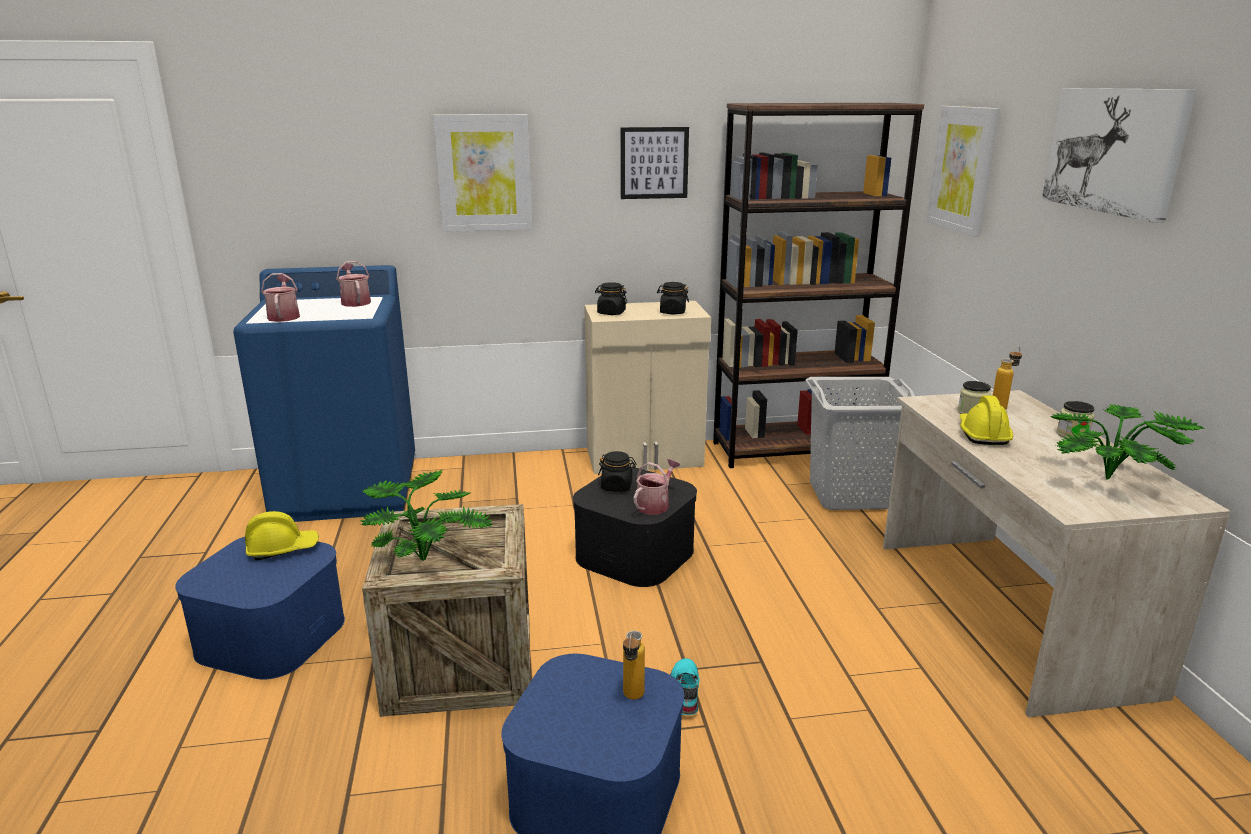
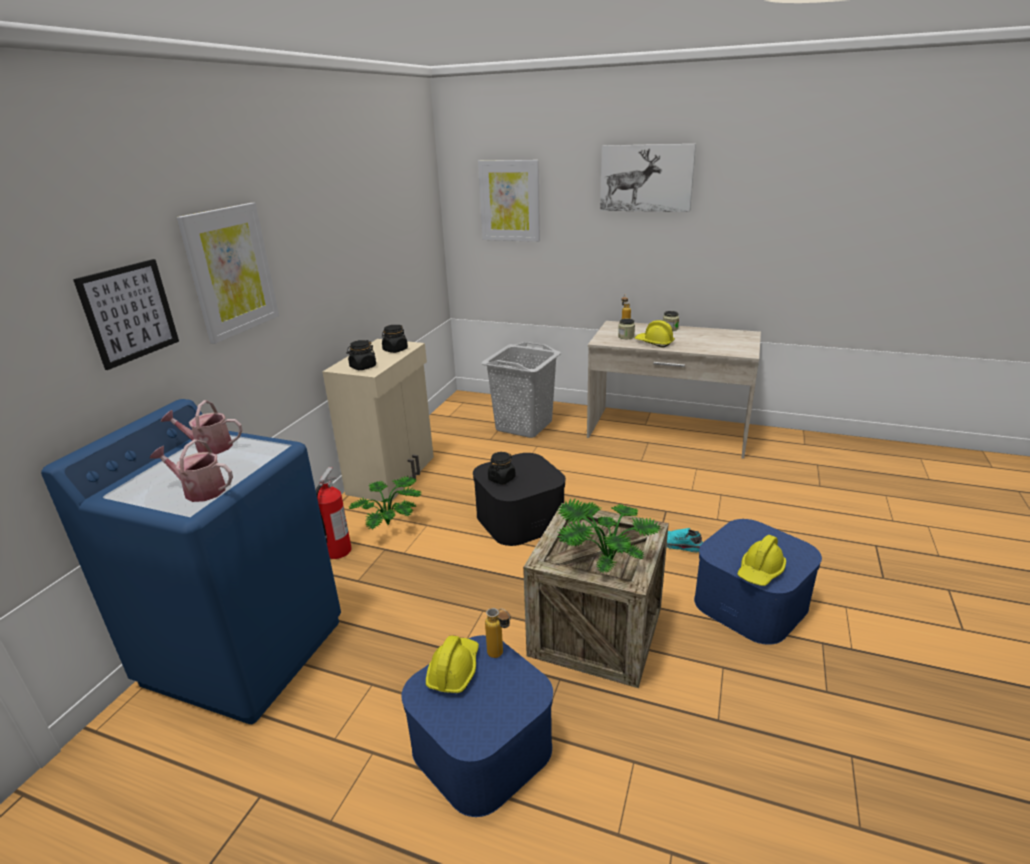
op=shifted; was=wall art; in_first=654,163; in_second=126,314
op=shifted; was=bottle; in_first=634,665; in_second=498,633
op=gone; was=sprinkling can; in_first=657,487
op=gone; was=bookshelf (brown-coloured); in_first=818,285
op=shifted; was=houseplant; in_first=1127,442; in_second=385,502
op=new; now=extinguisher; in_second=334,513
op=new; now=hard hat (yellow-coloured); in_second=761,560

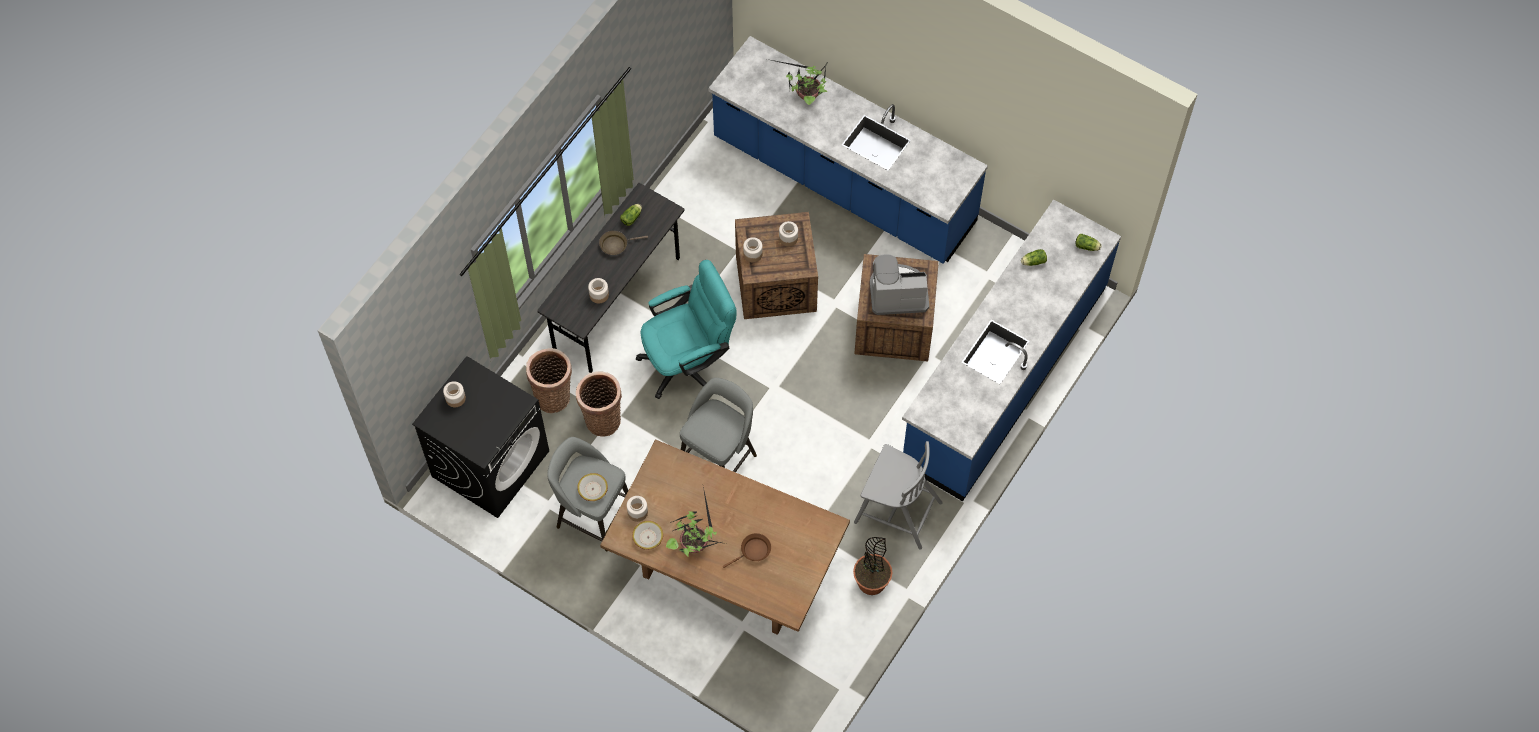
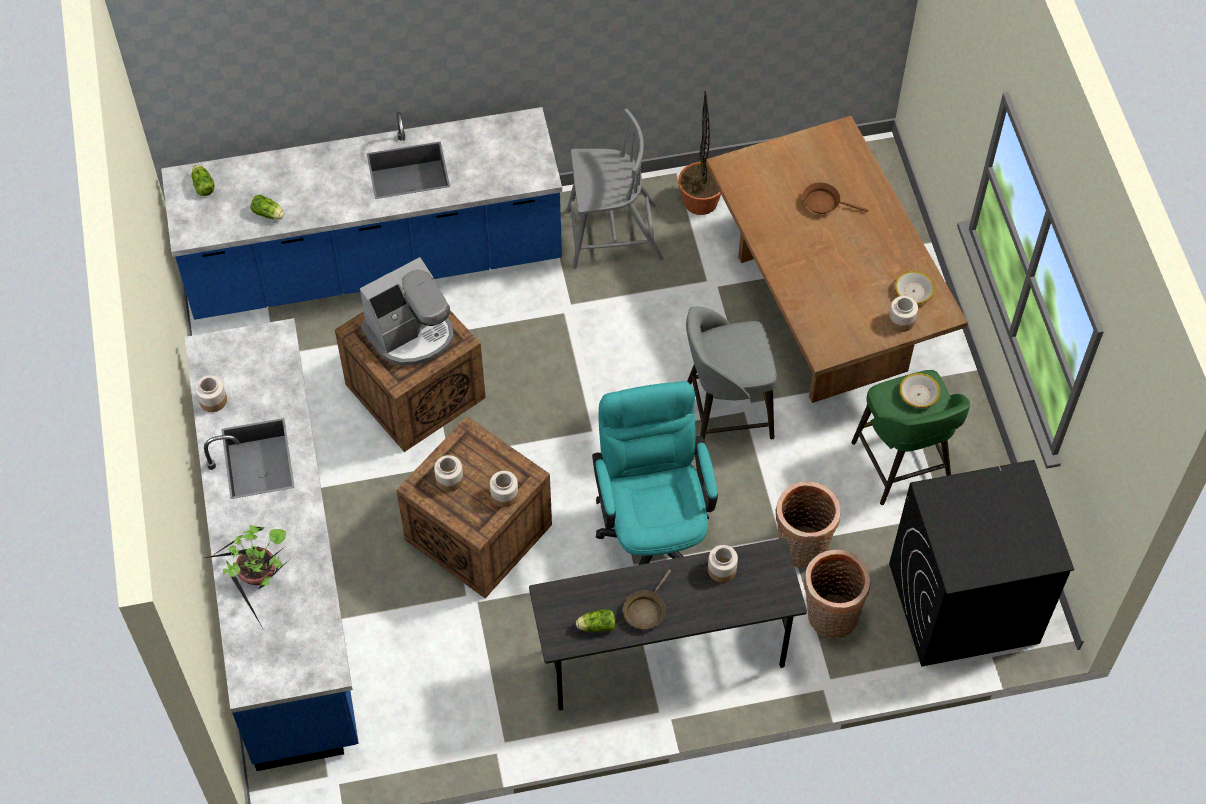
op=shifted; was=jar; in_first=454,394; in_second=211,393
op=repainted; was=stool (gray); now=stool (green); in_first=588,494; in_second=910,437
op=rotated; was=frying pan (brown-coloured); in_first=623,243; in_second=647,599; clockwise=90
op=rotated; was=office chair (turquoise-coloured); in_first=686,329; in_second=655,473; clockwise=60
op=gone; was=houseplant; in_first=696,522
op=rotated; was=plain chair (gray); in_first=898,495; in_second=615,189; clockwise=105
op=rotated; was=coffee machine; in_first=899,284; in_second=407,311; clockwise=-75

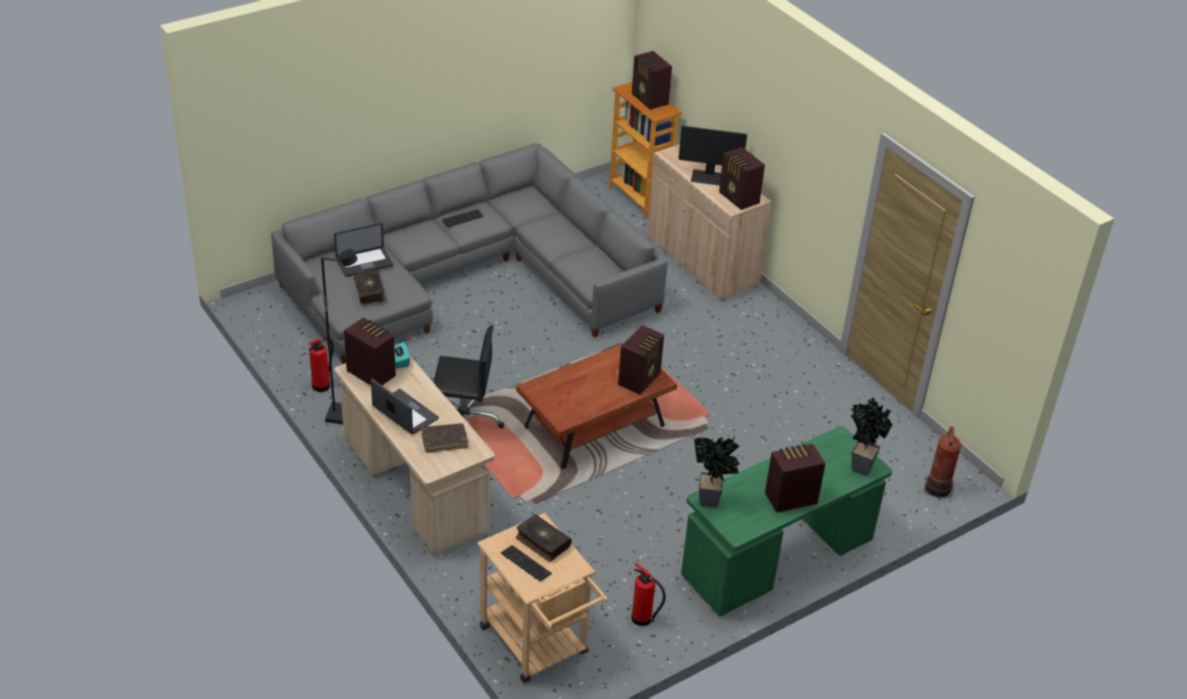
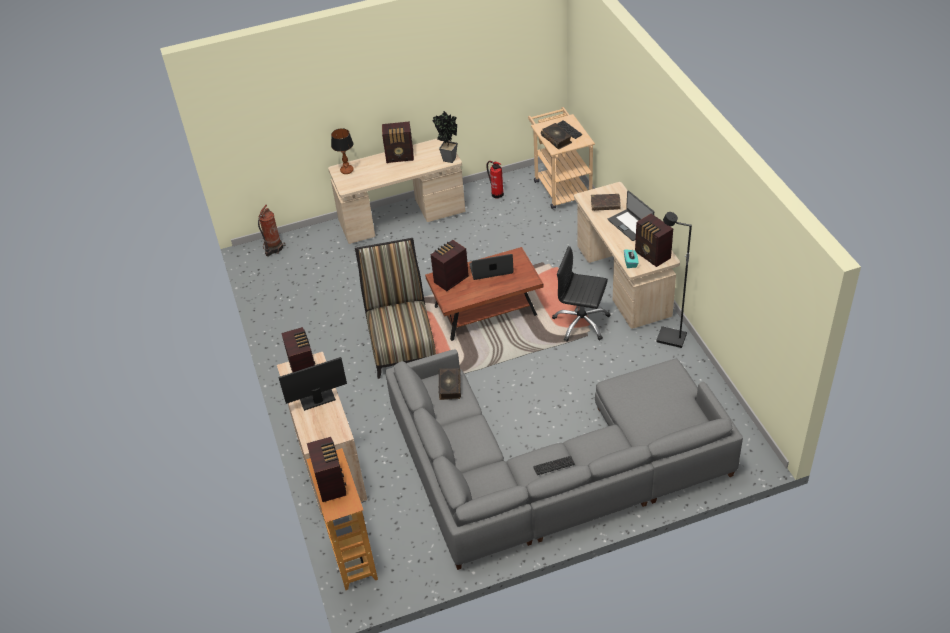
op=gone; was=extinguisher; in_first=321,364
op=shifted; was=portable computer; in_first=363,250; in_second=491,267
op=shifted; was=book; in_first=369,287; in_second=450,384
op=rotated; was=monitor; in_first=712,156; in_second=312,384; clockwise=-45
op=repainted; was=desk unit (green); now=desk unit (sand-coloured); in_first=786,521; in_second=396,191
op=swapped; was=houseplant; now=tabletop lamp; in_first=872,436; in_second=342,151
op=new; now=plain chair; in_second=395,308

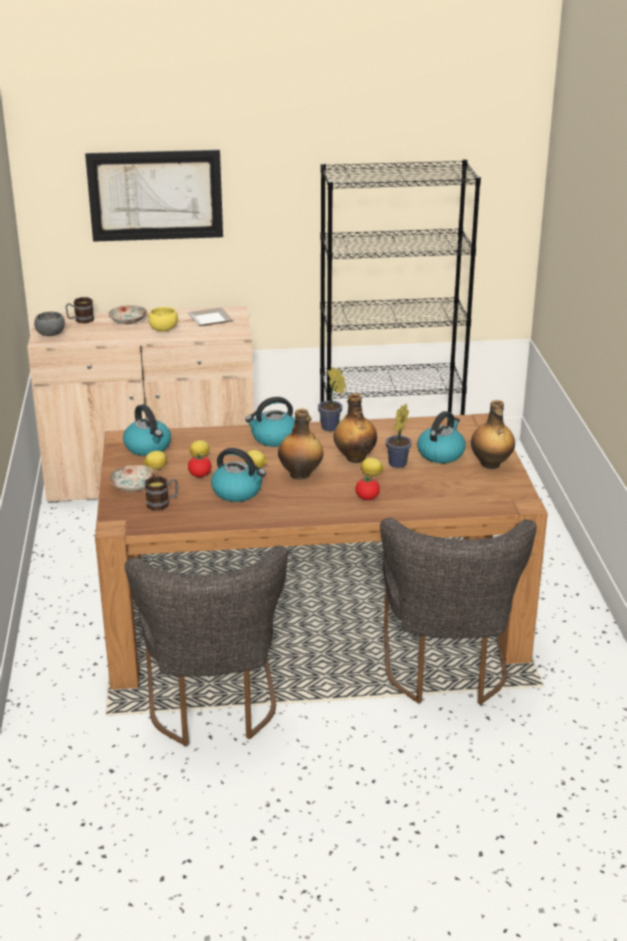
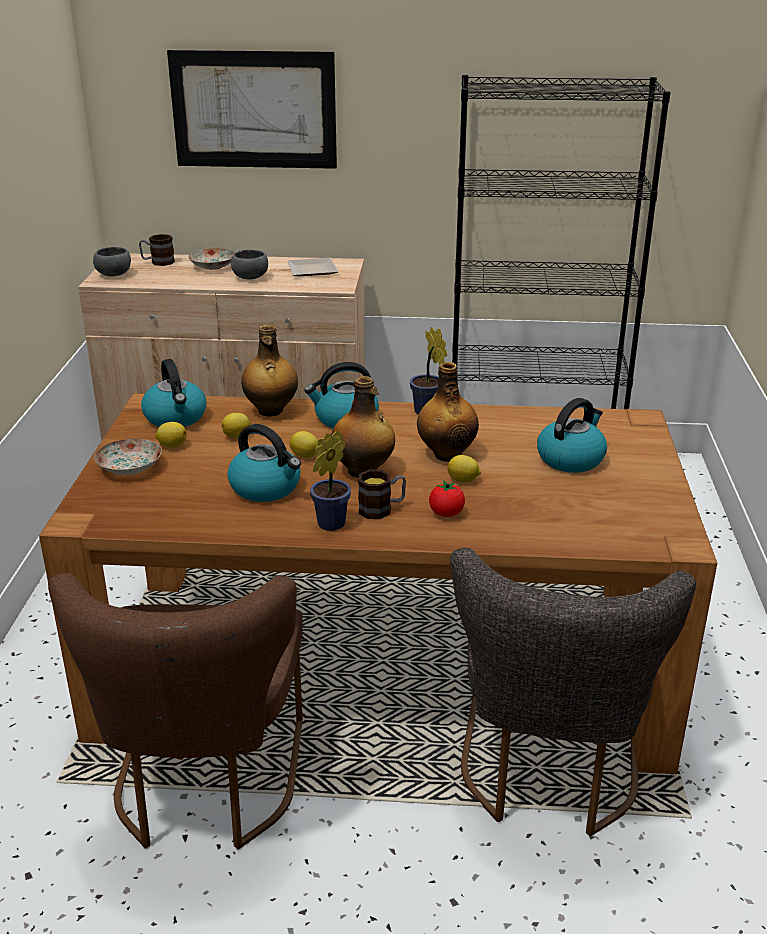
op=repainted; was=plain chair (gray); now=plain chair (brown-coloured); in_first=206,645; in_second=175,711
op=shifted; was=mug; in_first=161,493; in_second=382,494
op=repainted; was=serving bowl (yellow-coloured); now=serving bowl (gray); in_first=163,319; in_second=249,264
op=gone; was=tomato; in_first=199,465
op=shifted; was=houseplant; in_first=399,436; in_second=330,481
op=shifted; was=bottle; in_first=493,434; in_second=269,371

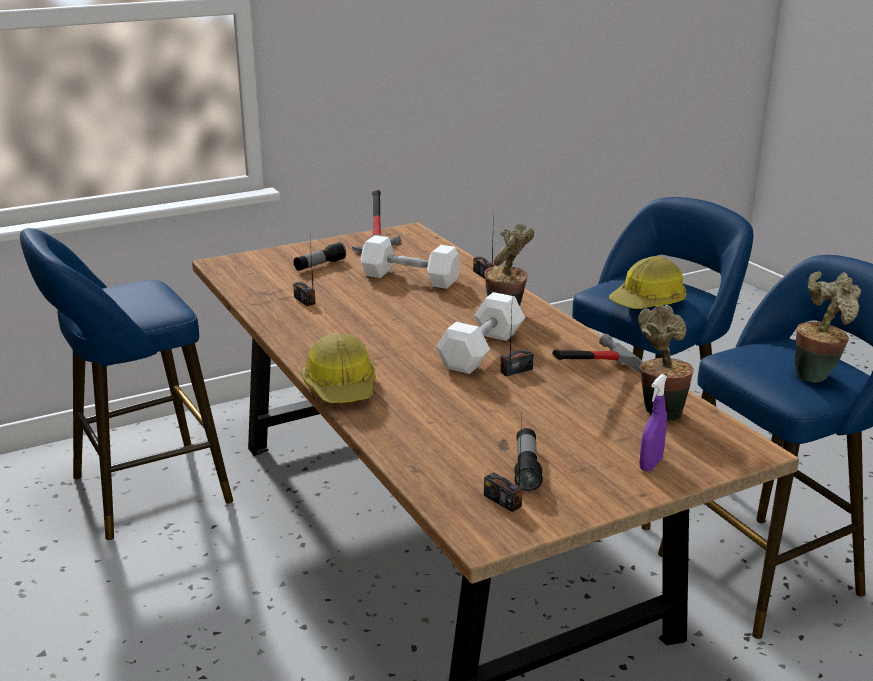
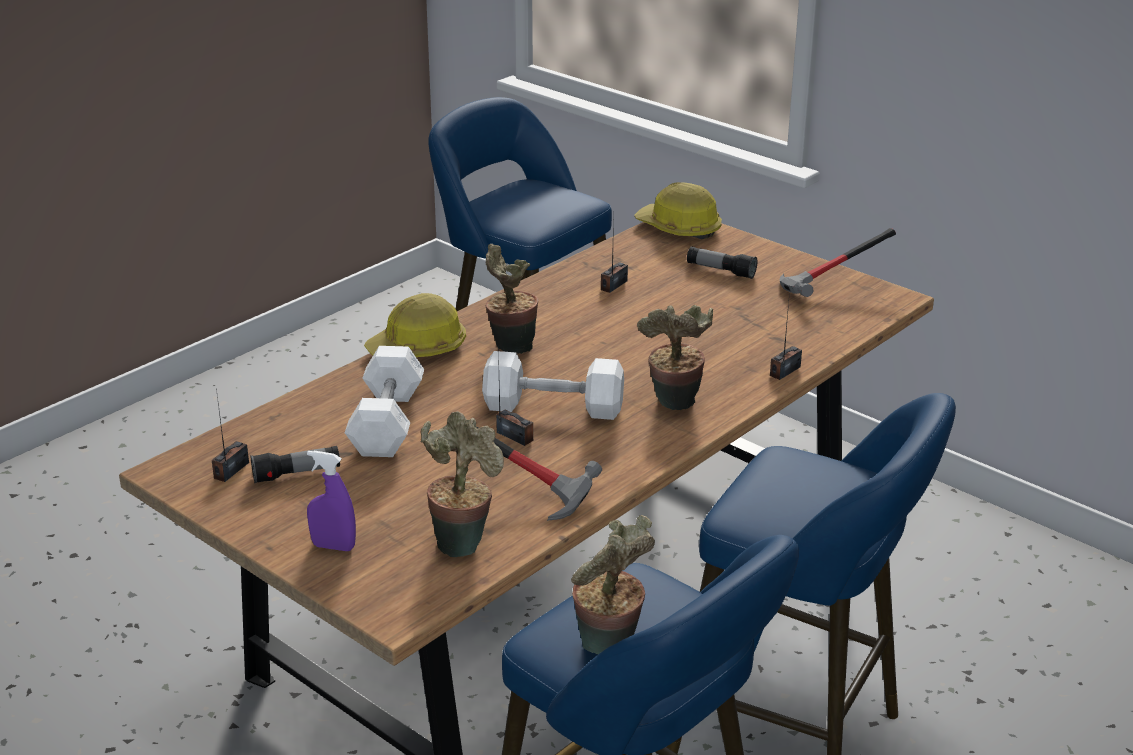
op=shifted; was=free weight (whitish); in_first=410,262; in_second=384,401
op=shifted; was=hard hat; in_first=648,282; in_second=678,210
op=new; now=houseplant; in_second=512,299

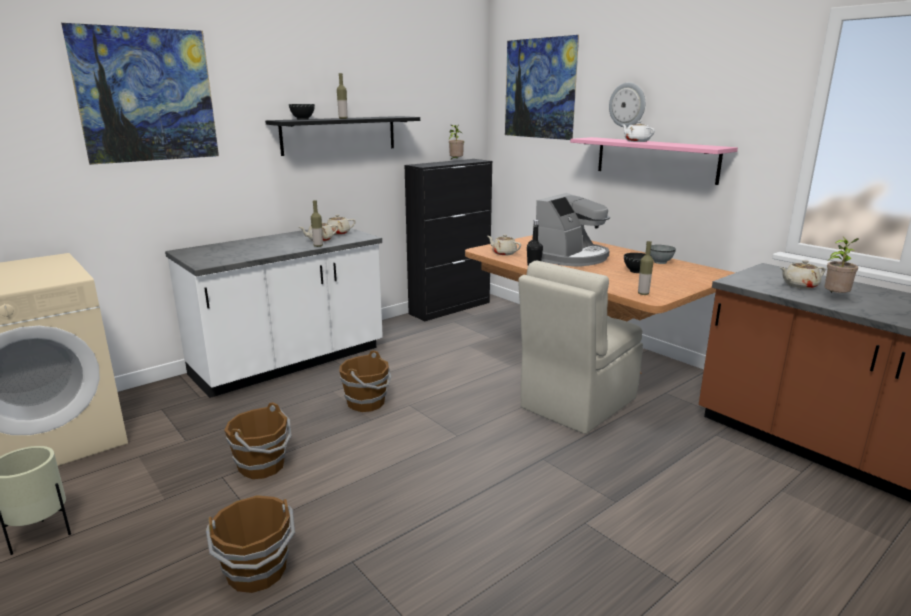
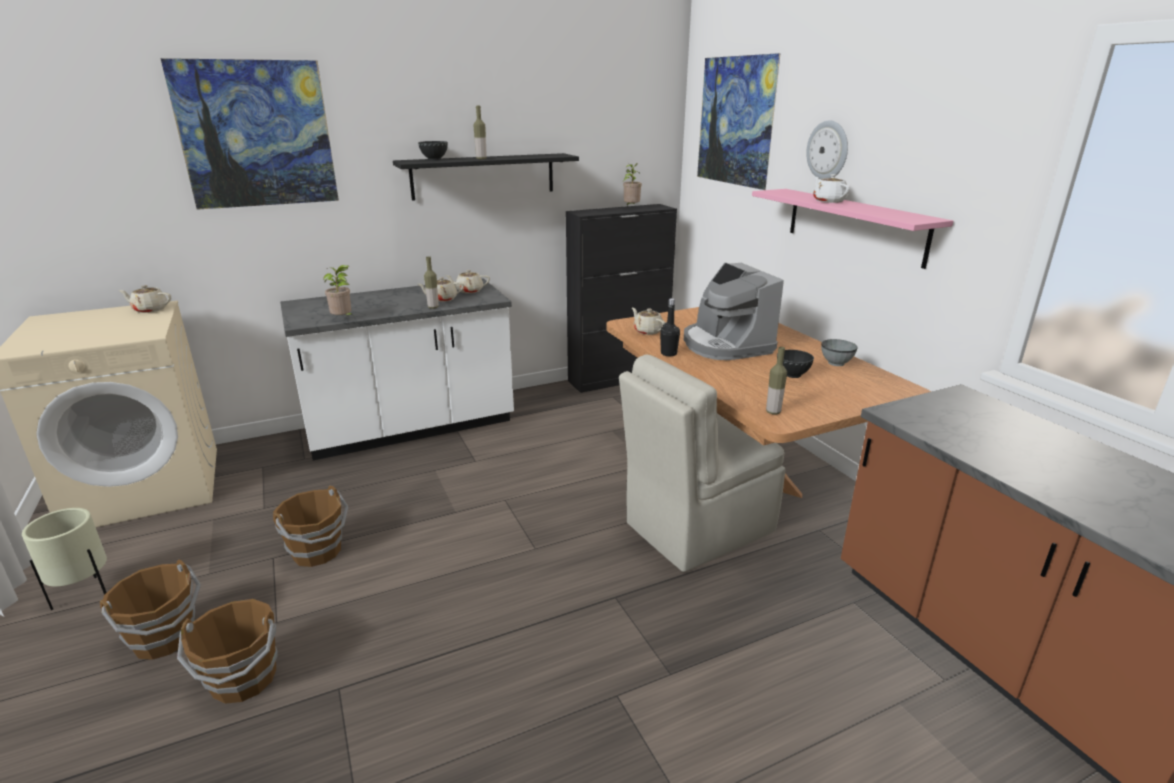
op=shifted; was=pail (brown-coloured); in_first=366,381; in_second=150,610
op=rotated; was=coffee machine; in_first=573,229; in_second=734,311; clockwise=105
op=shifted; was=teapot (sand-coloured); in_first=802,274; in_second=144,299
op=shifted; was=houseplant; in_first=842,265; in_second=338,290

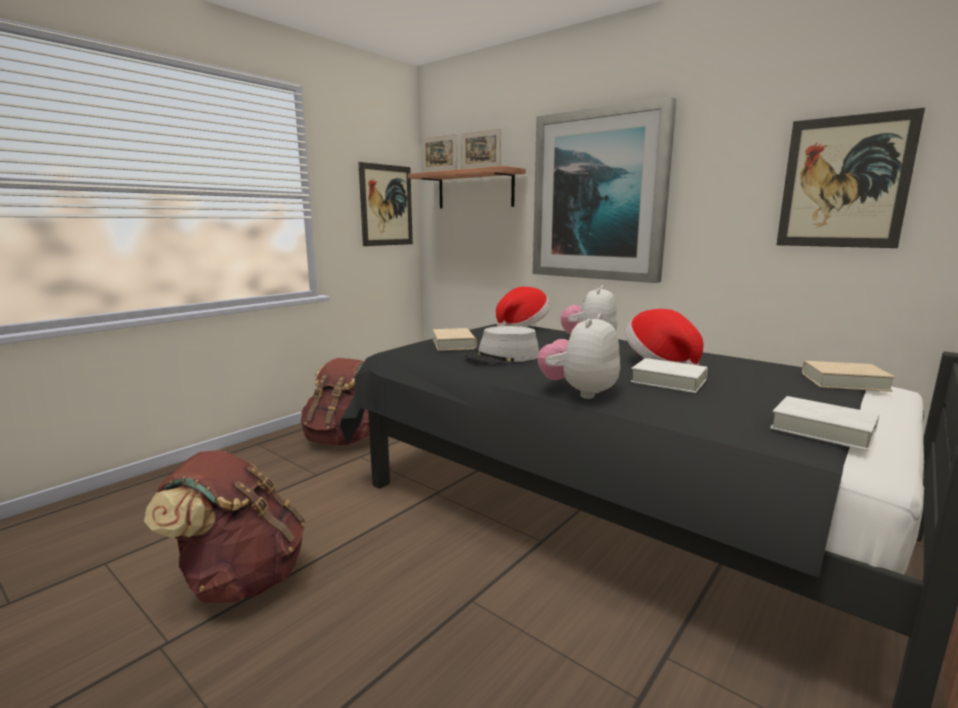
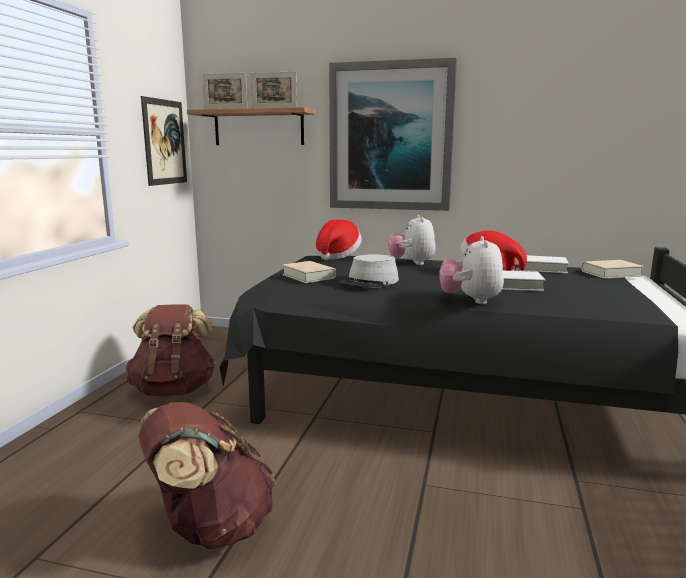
op=shifted; was=book (whitish); in_first=824,423; in_second=546,264
op=gone; was=wall art; in_first=850,178

